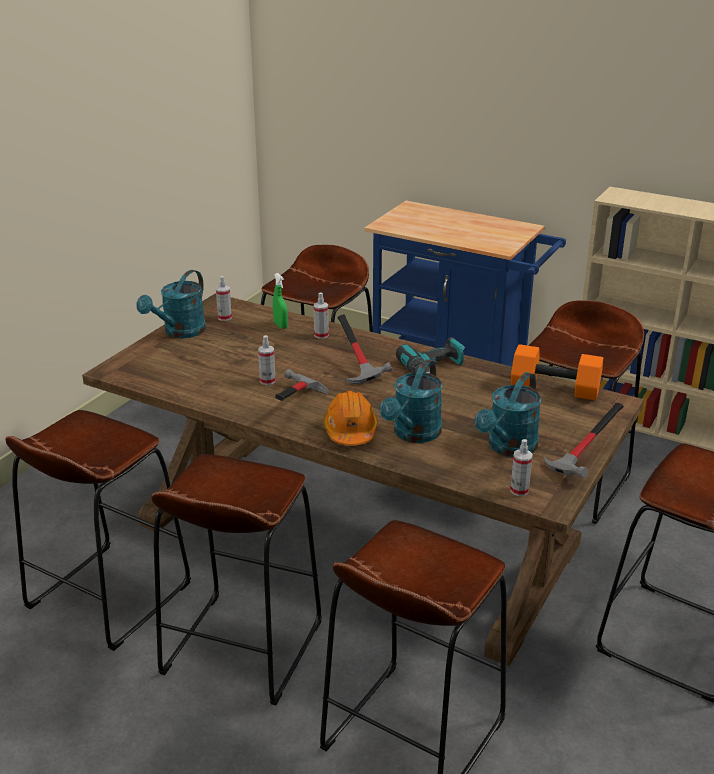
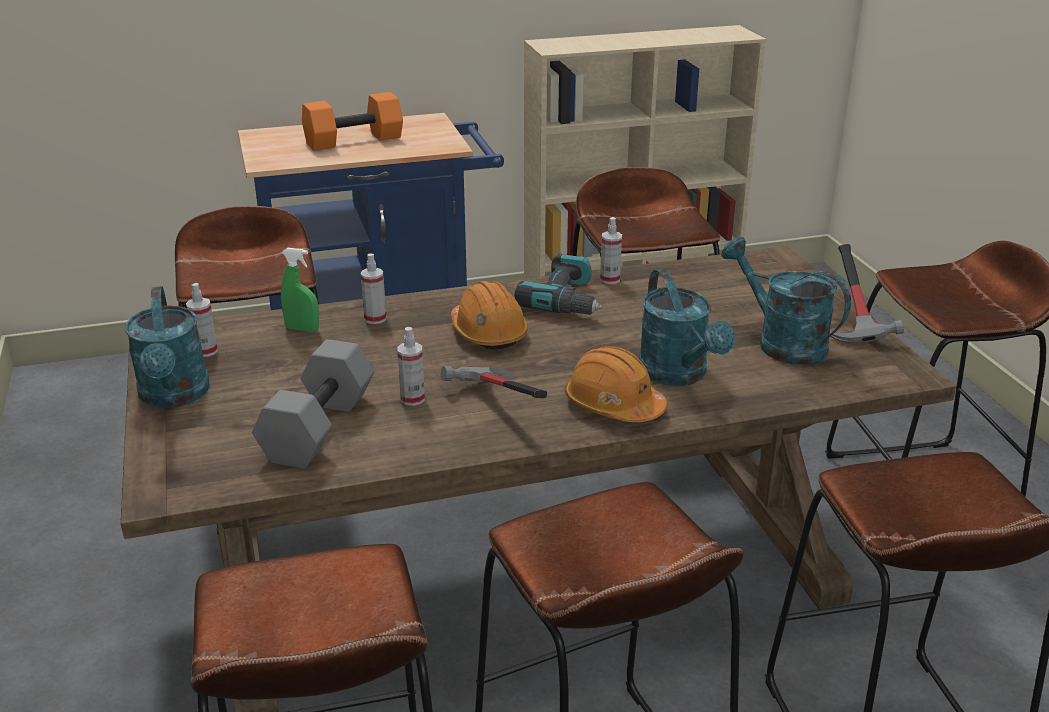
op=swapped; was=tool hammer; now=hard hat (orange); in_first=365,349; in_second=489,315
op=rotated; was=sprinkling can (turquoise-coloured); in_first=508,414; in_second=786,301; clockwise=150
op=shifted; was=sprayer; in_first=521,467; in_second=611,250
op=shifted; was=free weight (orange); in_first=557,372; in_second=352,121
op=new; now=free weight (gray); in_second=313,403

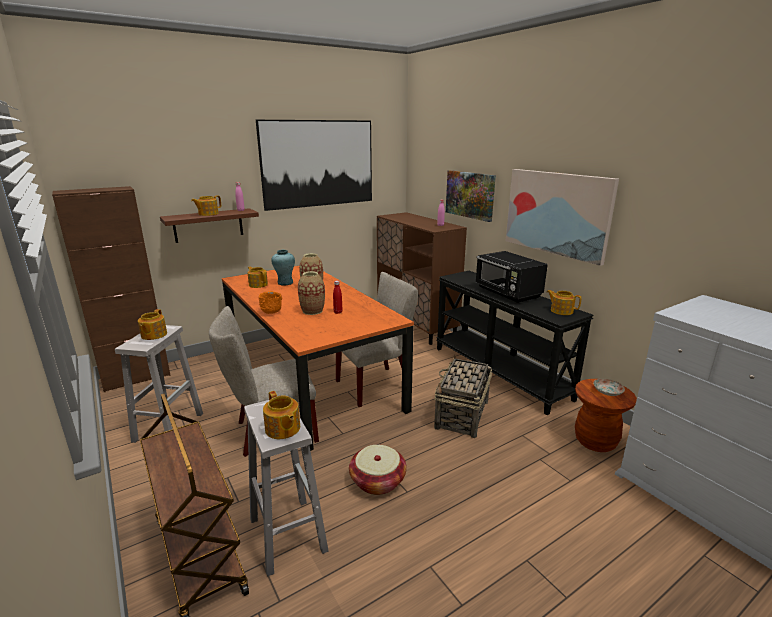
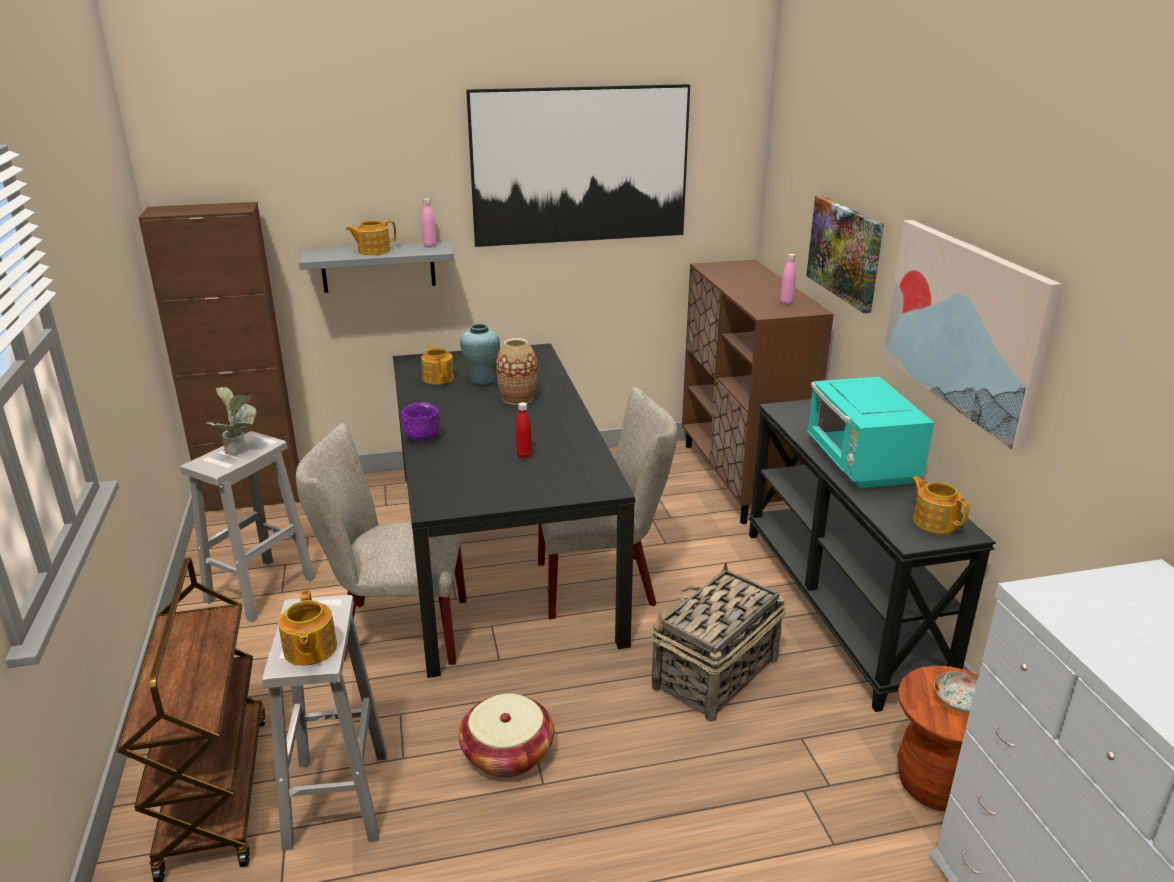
op=swapped; was=teapot; now=houseplant; in_first=152,324; in_second=231,420
op=repainted; was=wall shelf (brown-coloured); now=wall shelf (gray); in_first=209,225; in_second=376,267
op=repainted; was=dinner table (orange); now=dinner table (black-coloured); in_first=318,358; in_second=514,510
op=repainted; was=serving bowl (orange); now=serving bowl (purple); in_first=270,302; in_second=421,421
op=gone; was=flower vase; in_first=311,293
op=repainted; was=kitchen microwave (black-coloured); now=kitchen microwave (turquoise-coloured); in_first=511,277; in_second=870,433

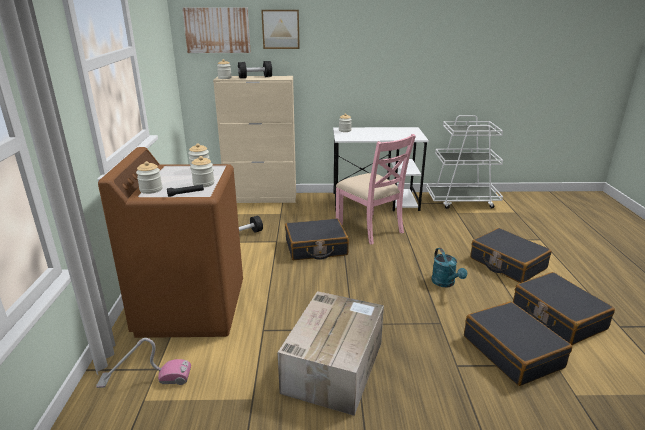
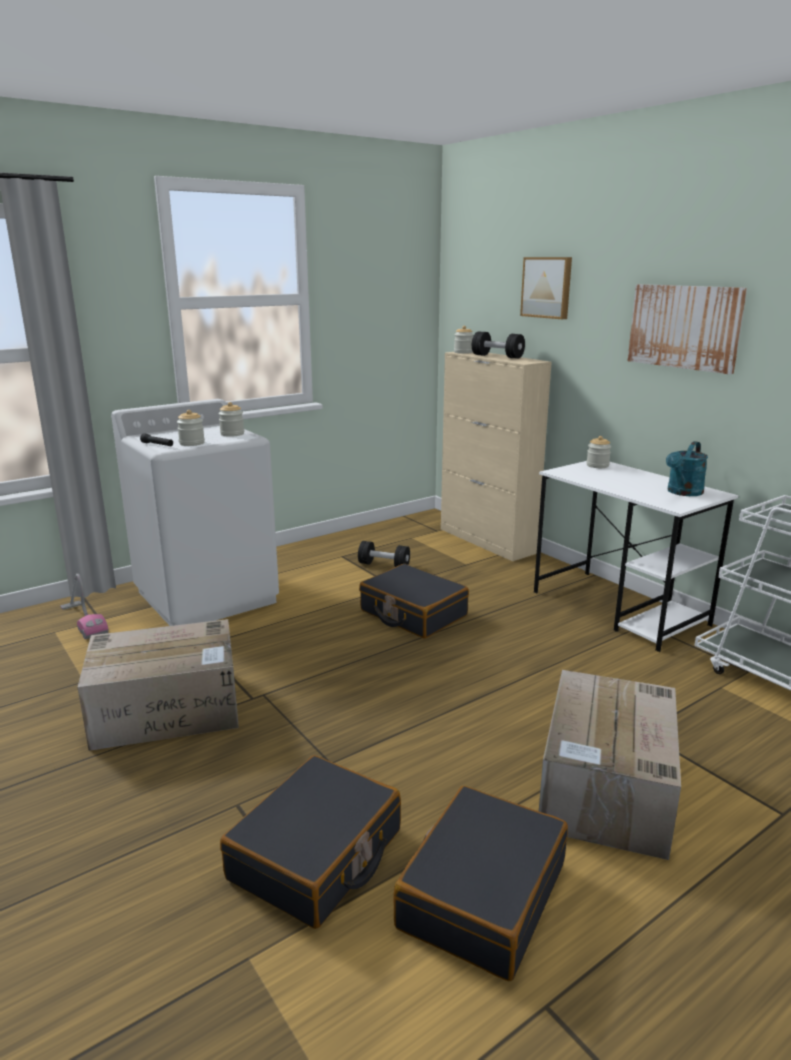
op=repainted; was=laundry machine (brown-coloured); now=laundry machine (whitish); in_first=170,242; in_second=195,512
op=gone; was=jar; in_first=149,177
op=shifted; was=wall art; in_first=216,30; in_second=687,329
op=gone; was=plain chair (pink); in_first=376,189
op=shifted; was=sprinkling can (turquoise-coloured); in_first=449,267; in_second=687,468
op=swapped; was=travel case (black-coloured); now=carton; in_first=511,255; in_second=610,765

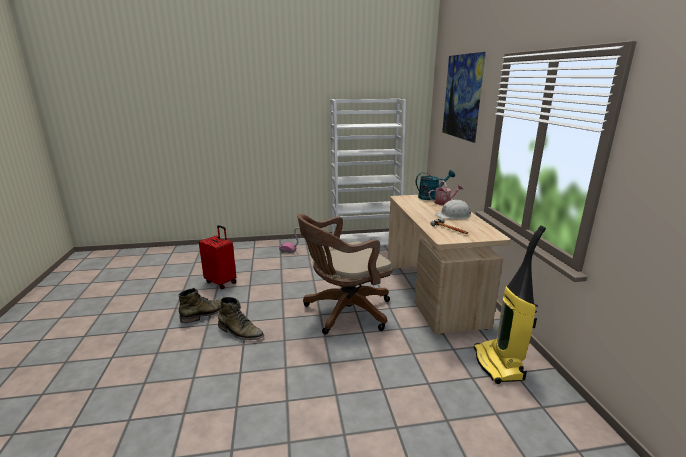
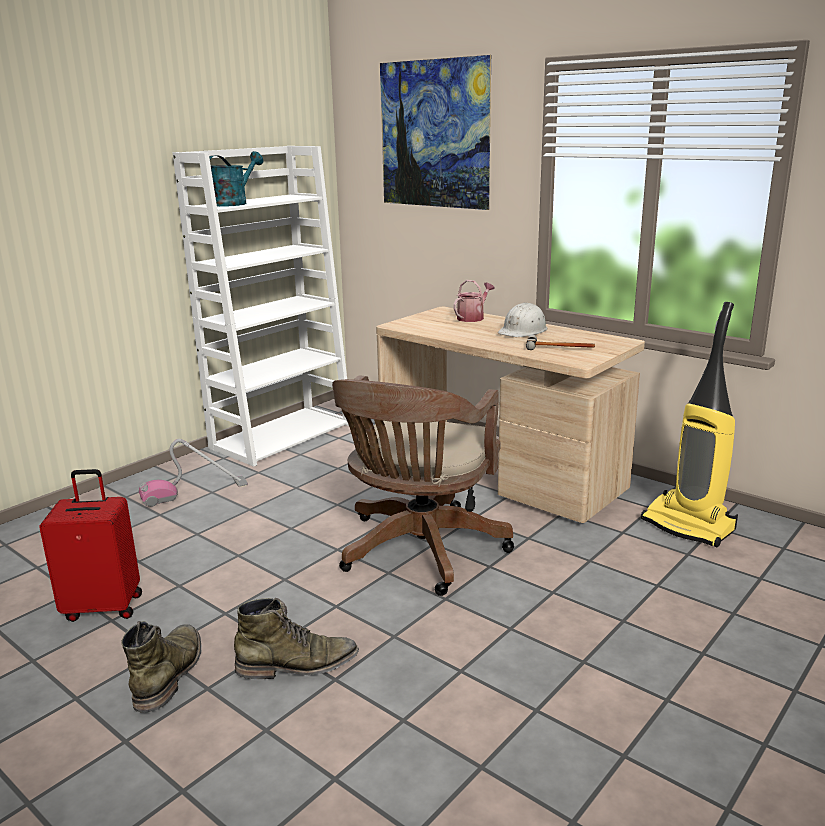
op=shifted; was=sprinkling can (turquoise-coloured); in_first=435,185; in_second=236,179

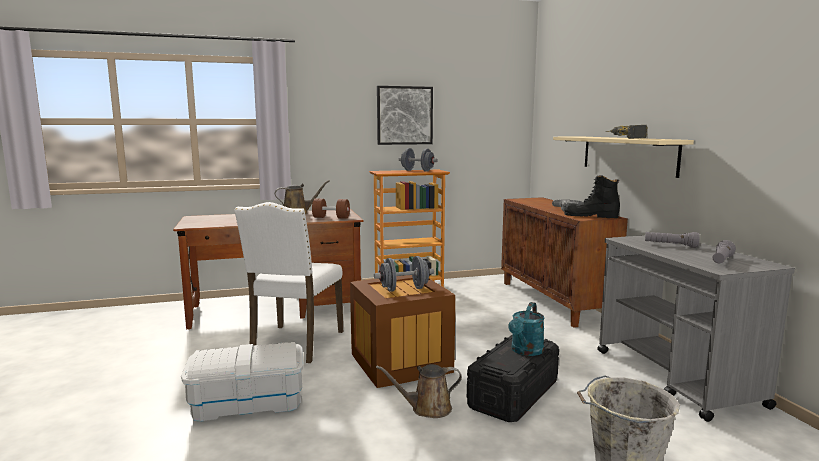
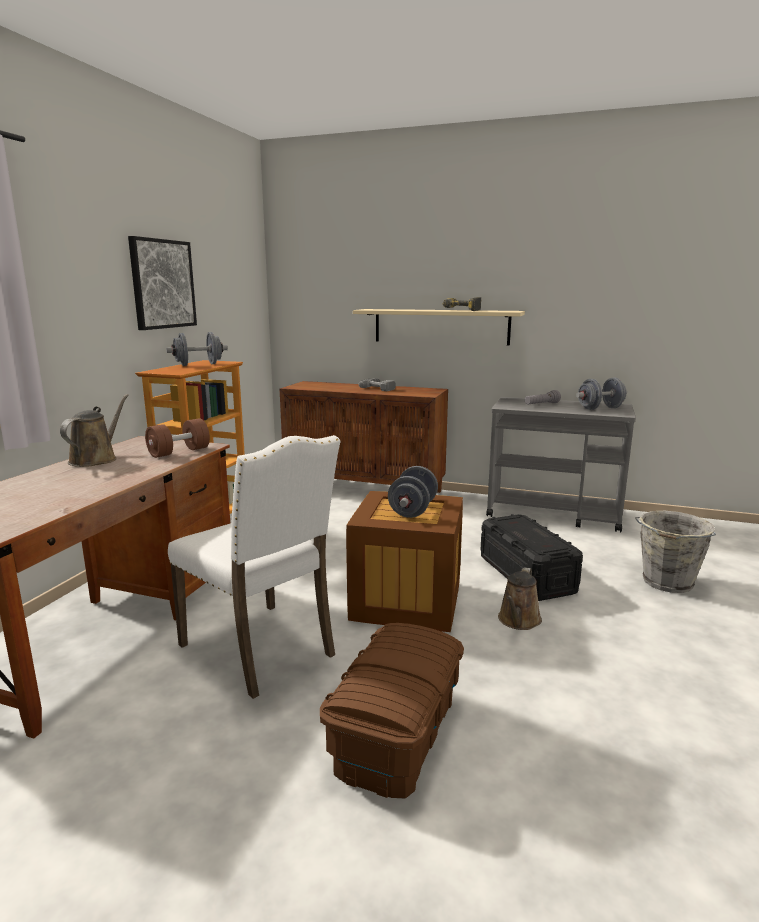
op=repainted; was=storage box (whitish); now=storage box (brown-coloured); in_first=242,382; in_second=392,711
op=gone; was=sprinkling can (turquoise-coloured); in_first=526,329
op=gone; was=high-top boot (black-coloured); in_first=592,196
op=swapped; was=flashlight (gray); now=free weight (gray); in_first=724,251; in_second=601,394

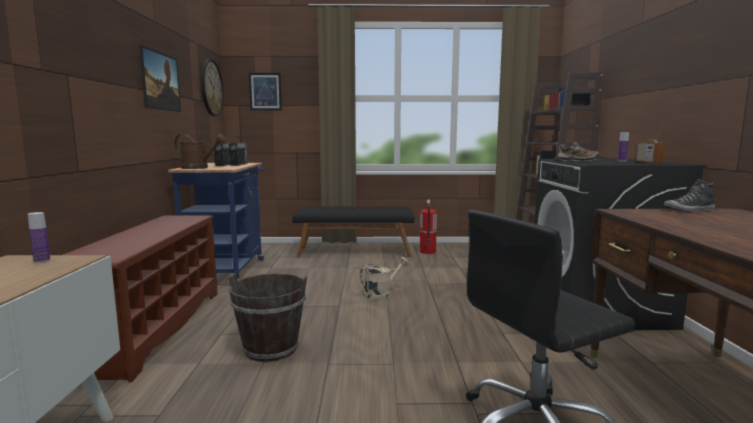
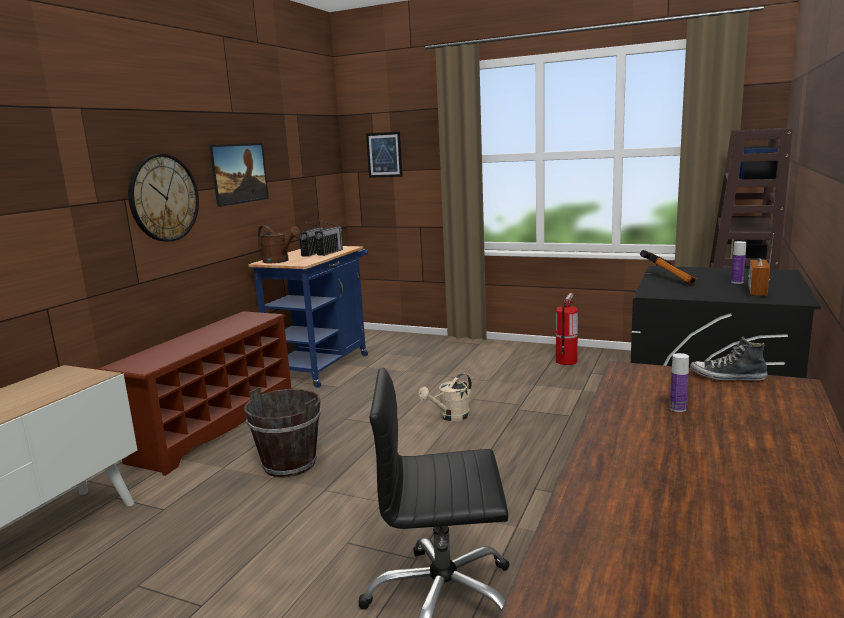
op=shifted; was=bottle; in_first=39,237; in_second=679,382
op=shifted; was=wall clock; in_first=212,87; in_second=163,198
op=gone; was=bench (black-coloured); in_first=353,231
op=rotated; was=sprinkling can (sand-coloured); in_first=384,278; in_second=445,397; clockwise=150
op=swapped; was=low shoe; now=tool hammer; in_first=579,151; in_second=668,267

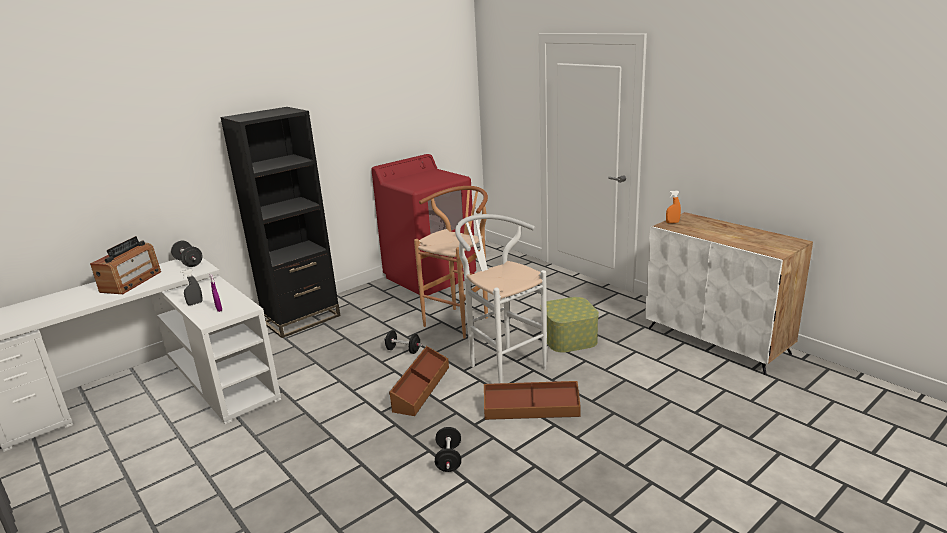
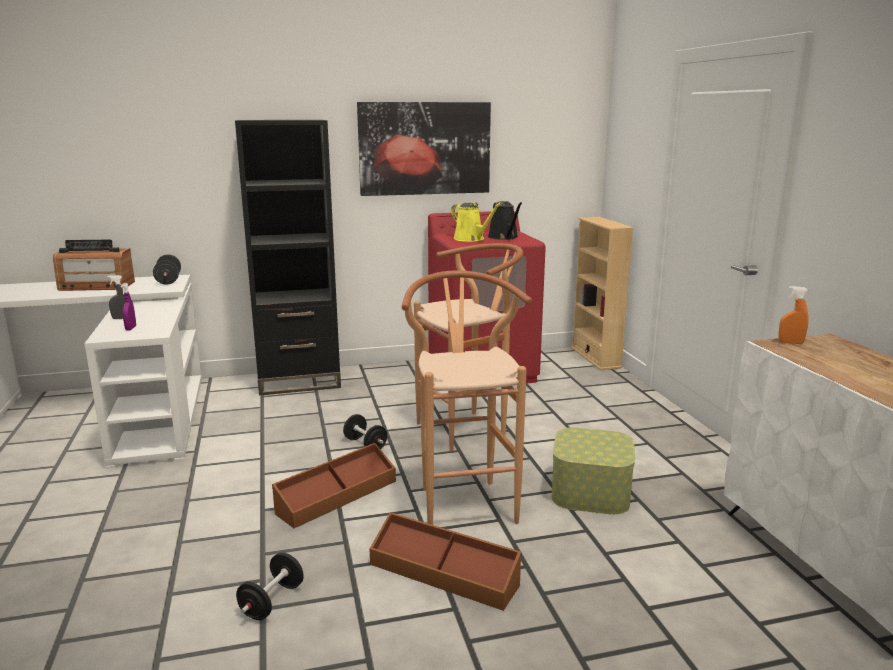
op=rotated; was=radio receiver; in_first=125,265; in_second=94,265; clockwise=45
op=repainted; was=stool (whitish); now=stool (brown-coloured); in_first=501,298; in_second=467,397
op=new; now=wall art; in_second=424,149
op=new; now=sprinkling can (yellow-coloured); in_second=476,222
op=new; now=sprinkling can (black-coloured); in_second=505,220
op=new; now=bookshelf (sand-coloured); in_second=602,293

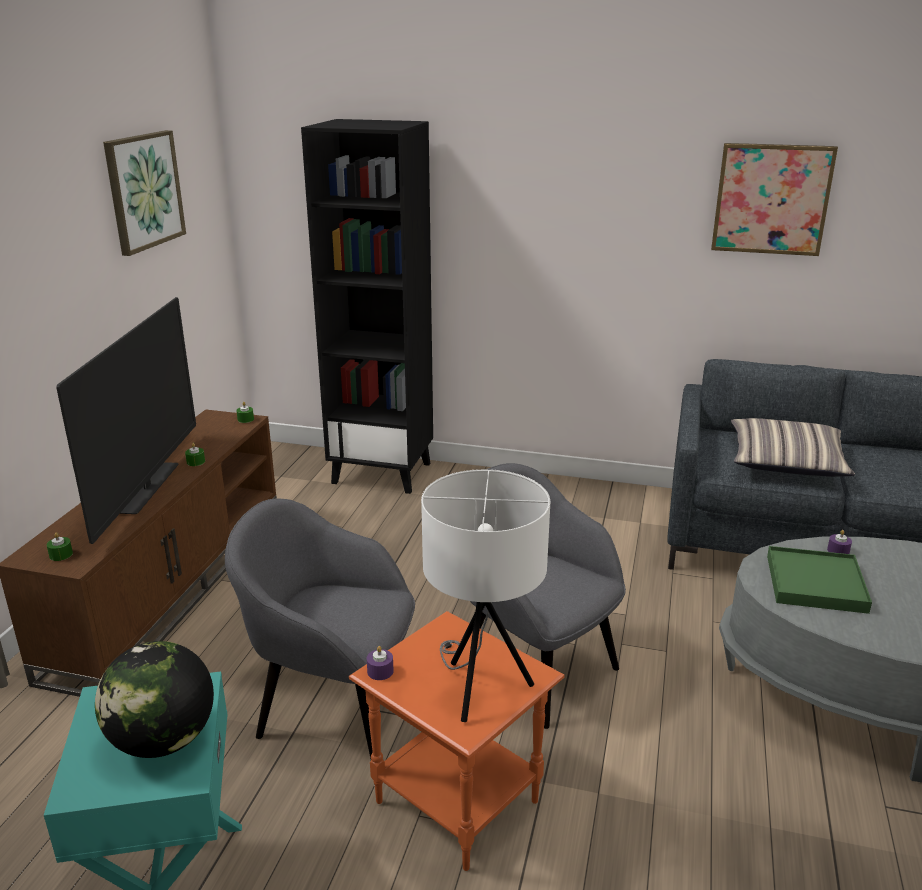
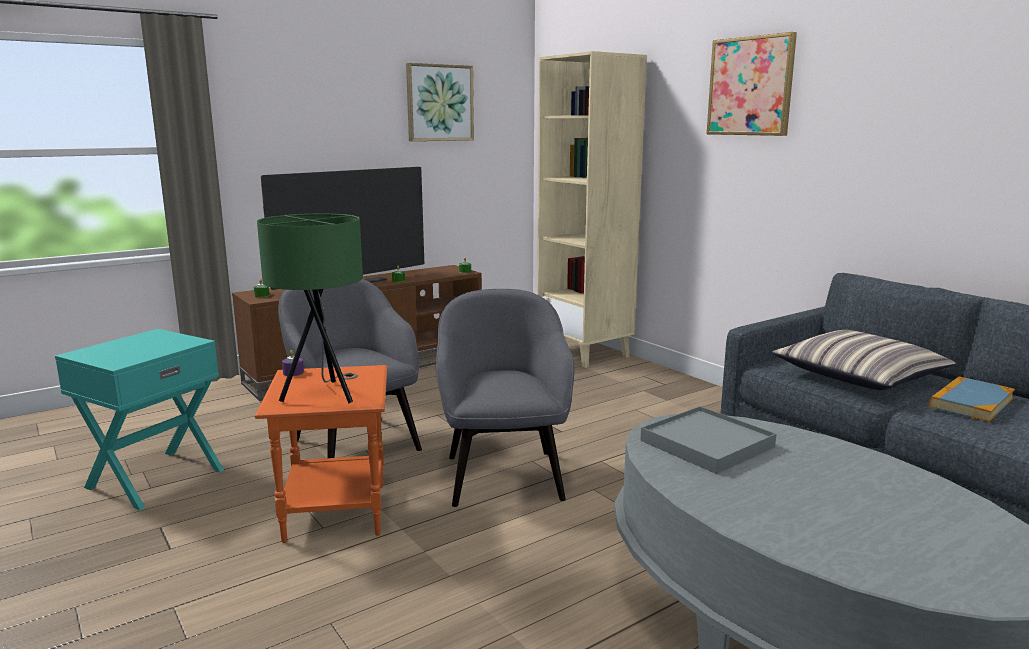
op=gone; was=world globe; in_first=154,699
op=repainted; was=bookshelf (black-coloured); now=bookshelf (sand-coloured); in_first=367,306; in_second=592,209
op=repainted; was=tabletop lamp (whitish); now=tabletop lamp (green); in_first=485,595; in_second=310,308
op=shifted; was=wall art; in_first=774,199; in_second=752,84
op=repainted; was=tray (green); now=tray (gray); in_first=819,580; in_second=708,440
op=gone; was=wax candle (purple); in_first=839,542
op=new; now=book; in_second=972,399

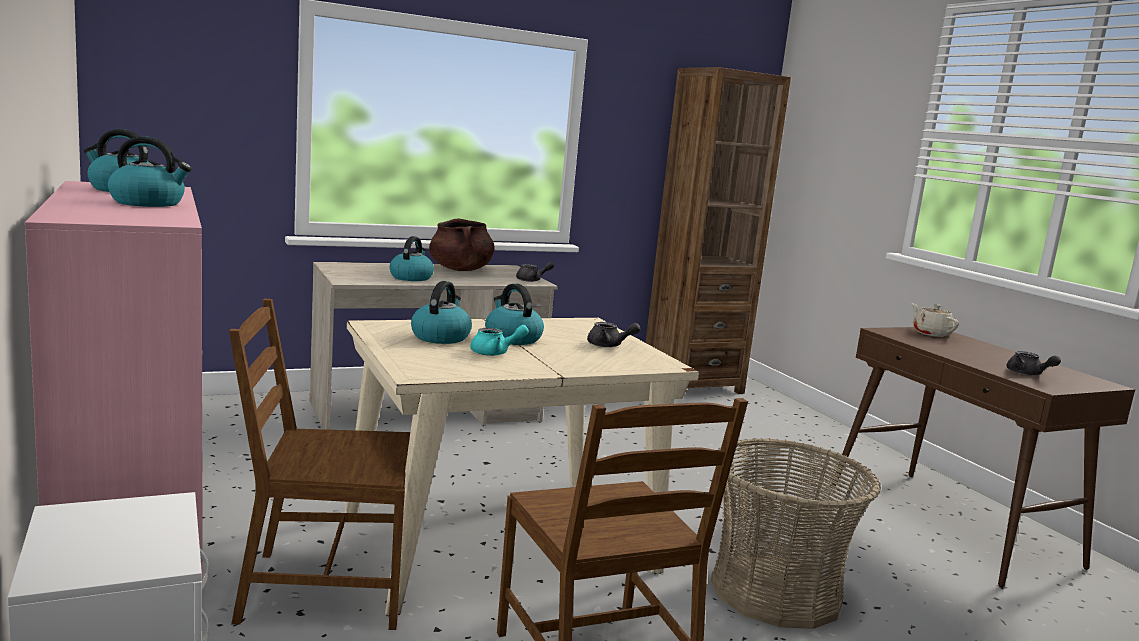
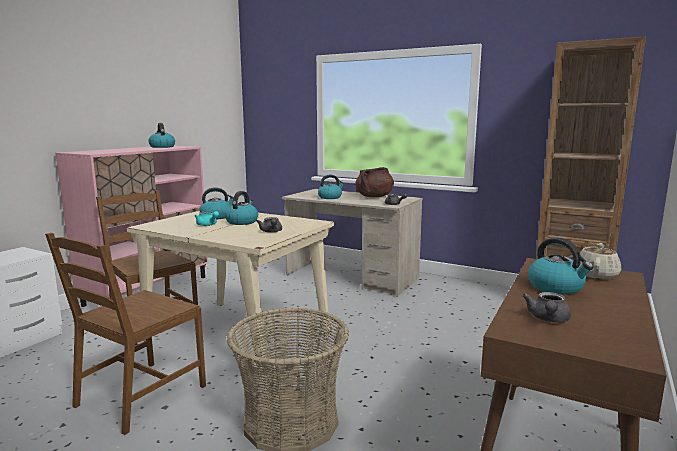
op=shifted; was=tea kettle; in_first=150,172; in_second=561,266

